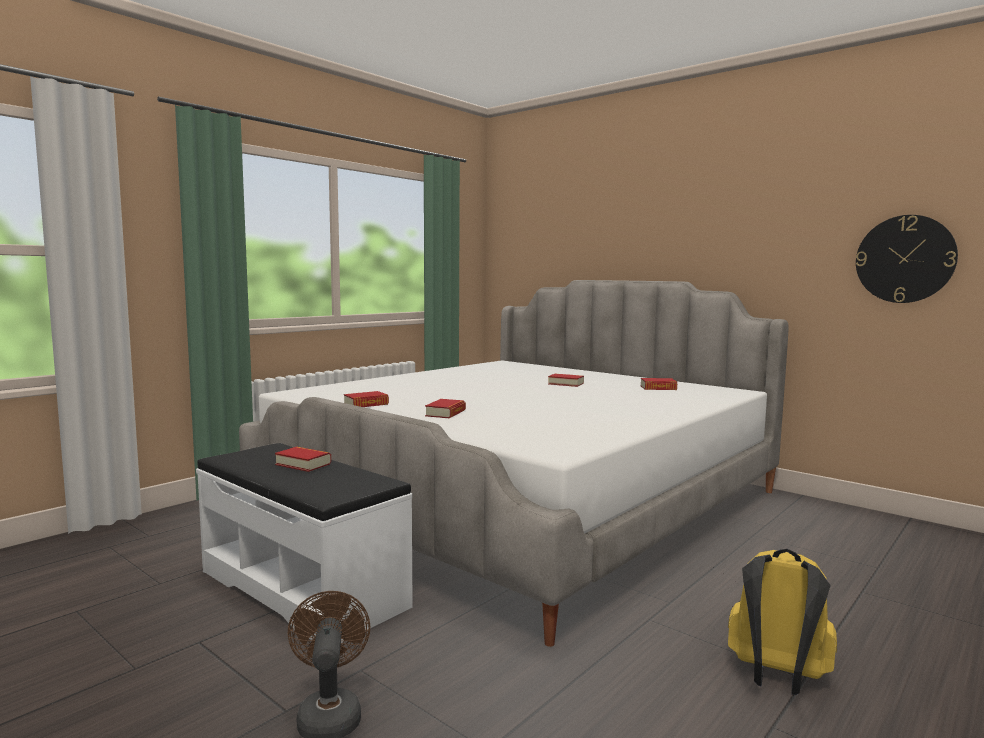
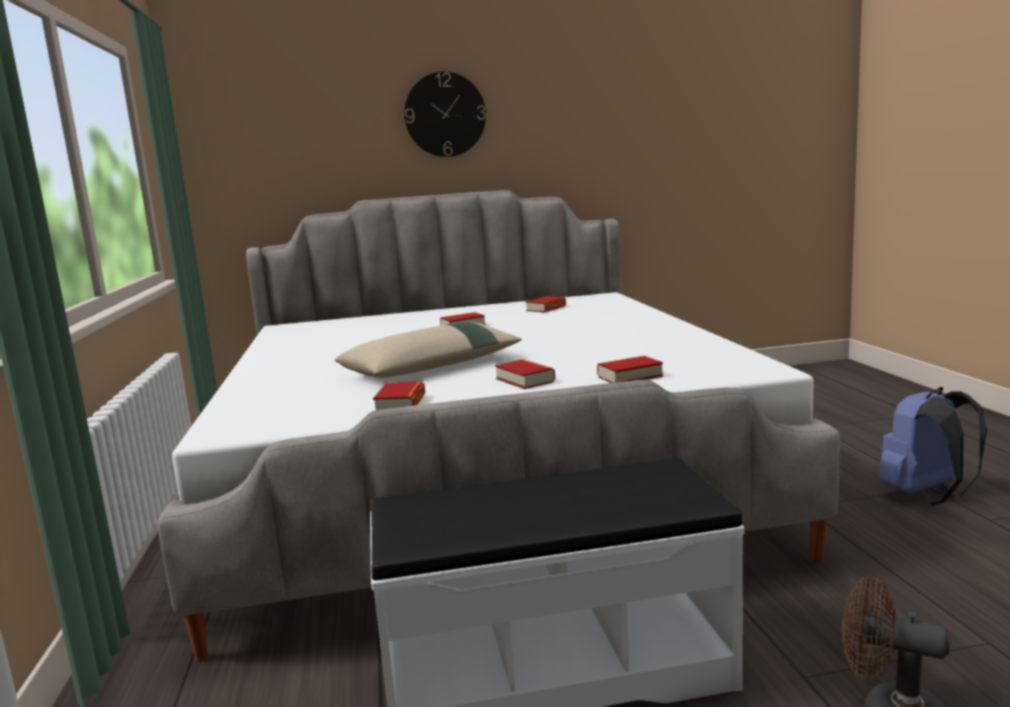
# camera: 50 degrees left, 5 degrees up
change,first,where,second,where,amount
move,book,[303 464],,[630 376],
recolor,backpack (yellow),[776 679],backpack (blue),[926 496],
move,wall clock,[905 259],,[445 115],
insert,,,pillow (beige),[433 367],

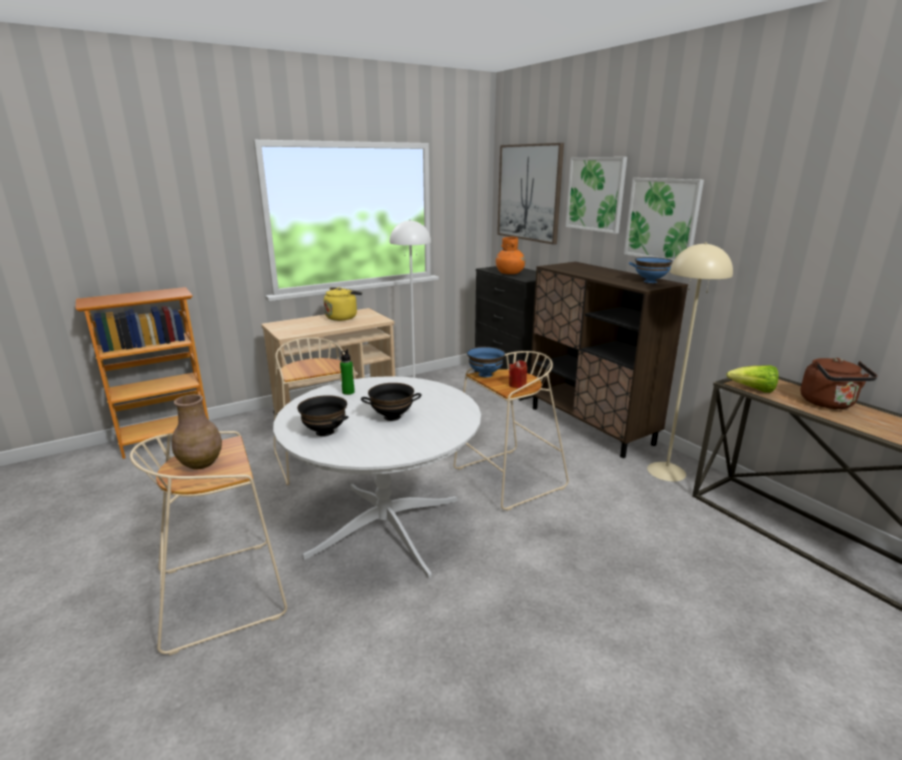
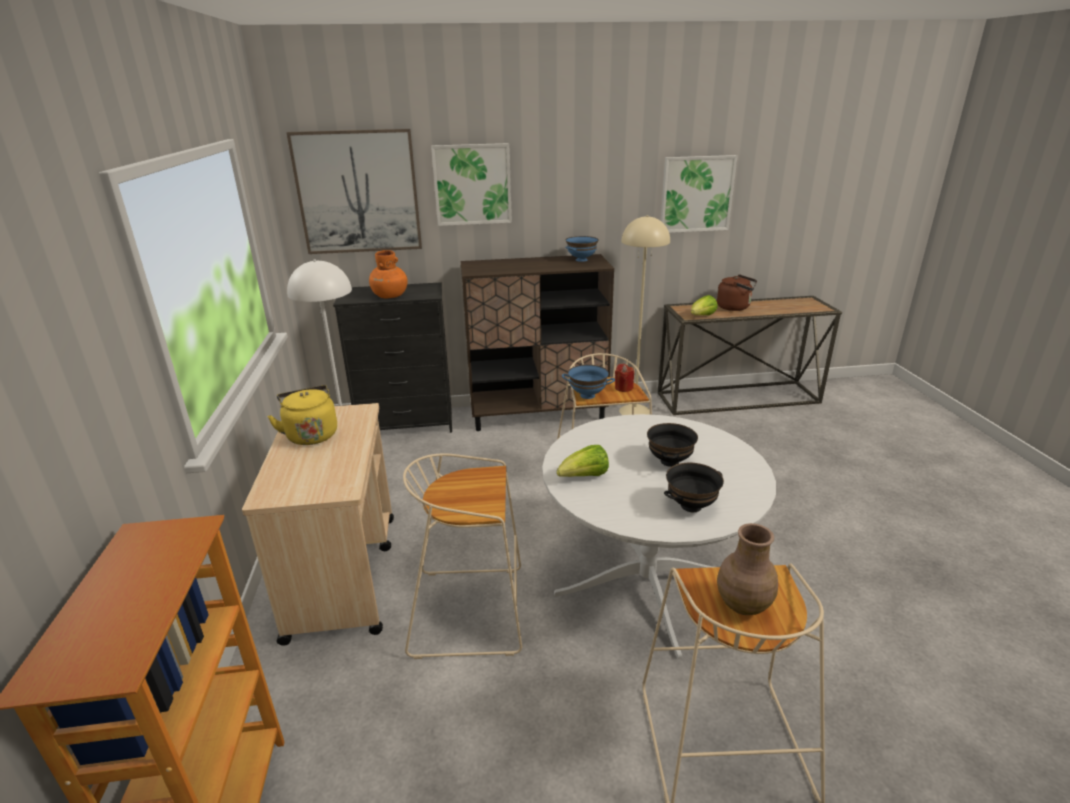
# camera: 65 degrees left, 5 degrees up
change,first,where,second,where,amount
replace,bottle (green),[348 392],lettuce,[584 477],
move,picture,[662 219],,[696 194],

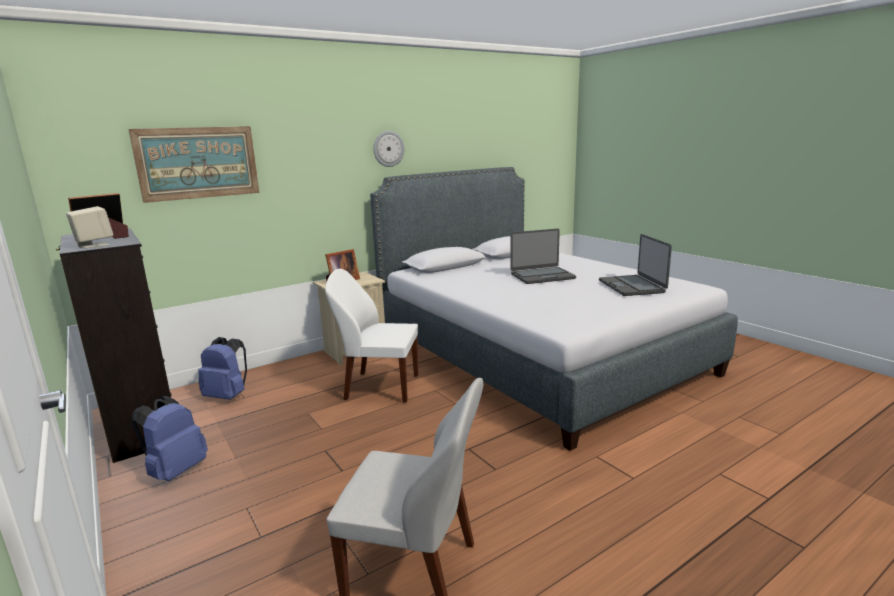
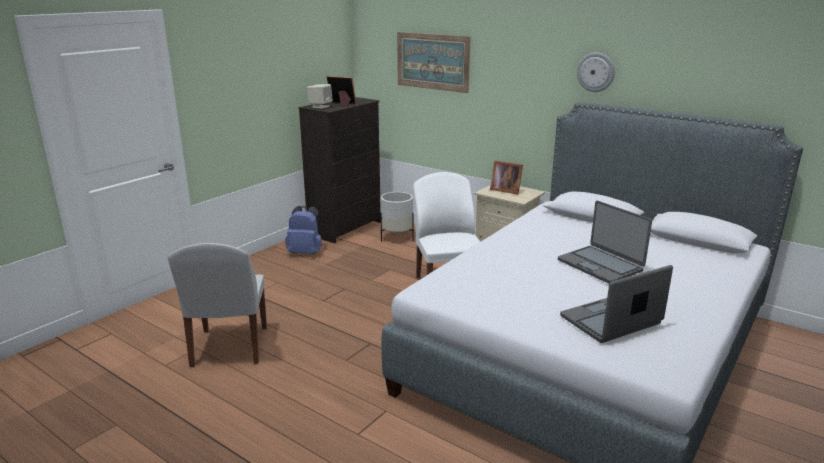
# camera: 70 degrees right, 5 degrees up
change,first,where,second,where,amount
replace,backpack (blue),[228 396],planter (white),[397 237],

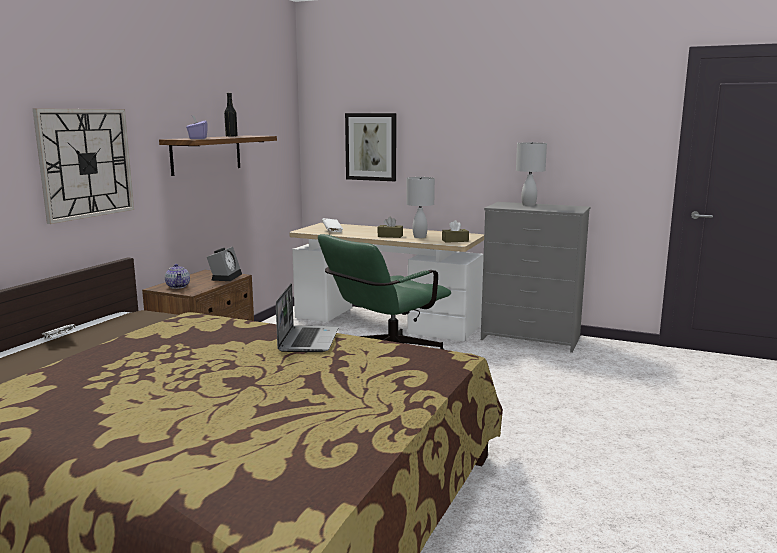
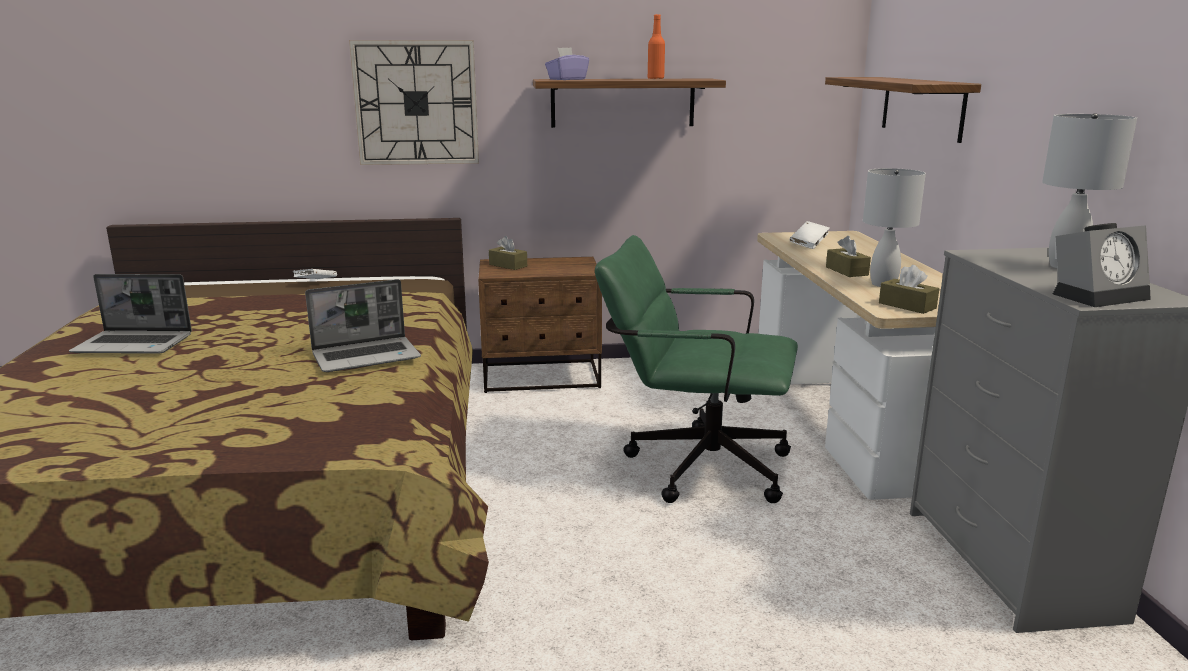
# camera: 60 degrees right, 5 degrees up
change,first,where,second,where,amount
replace,teapot,[178 286],tissue box (brown),[508 265],
move,alarm clock,[225 276],,[1098 295],
recolor,bottle (black),[231 136],bottle (orange),[655 78],
replace,picture,[371 147],shelf,[922 107],
insert,,,laptop,[135 344],

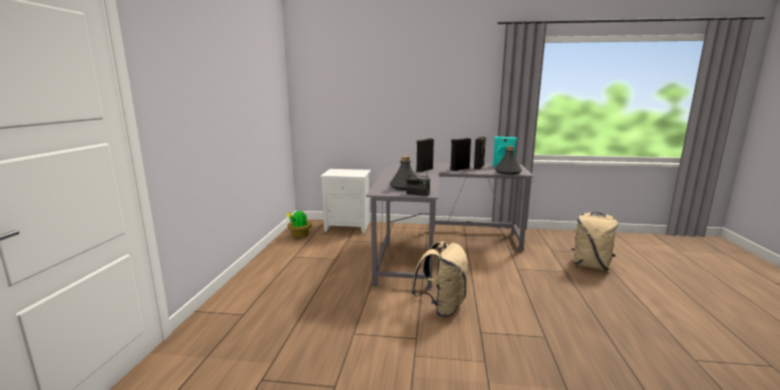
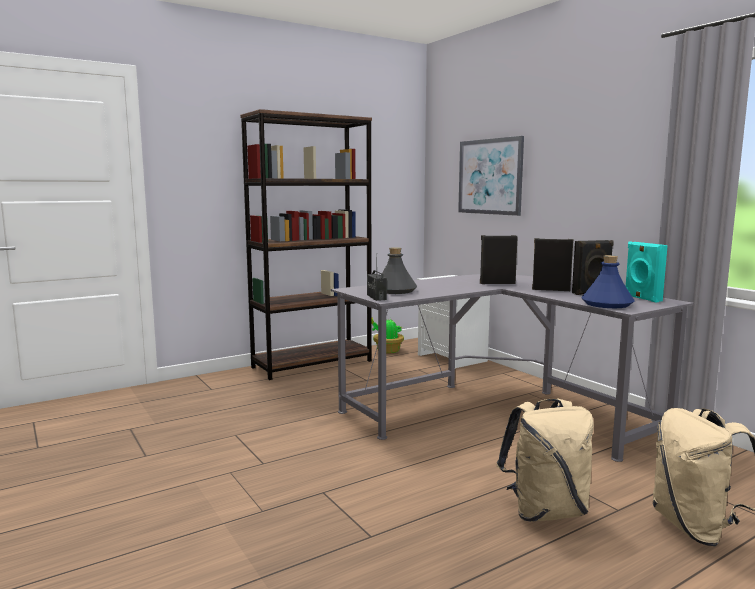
# camera: 50 degrees right, 5 degrees down
change,first,where,second,where,amount
move,backpack (beige),[442 307],,[545 511],
recolor,bottle (grey),[508 172],bottle (blue),[607 304],
insert,,,bookcase (brown),[312 364],
insert,,,picture,[490 176],

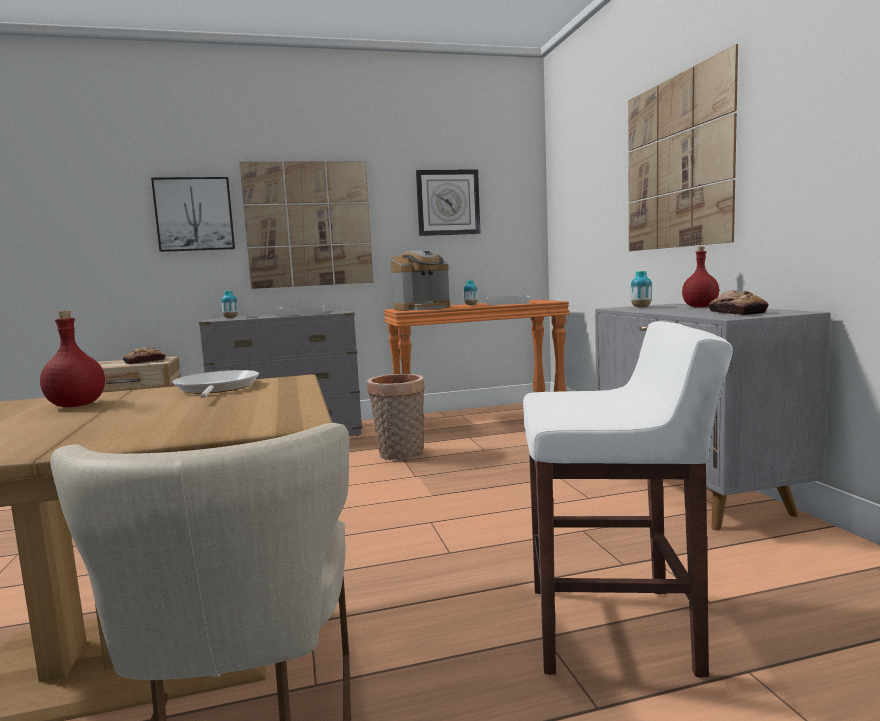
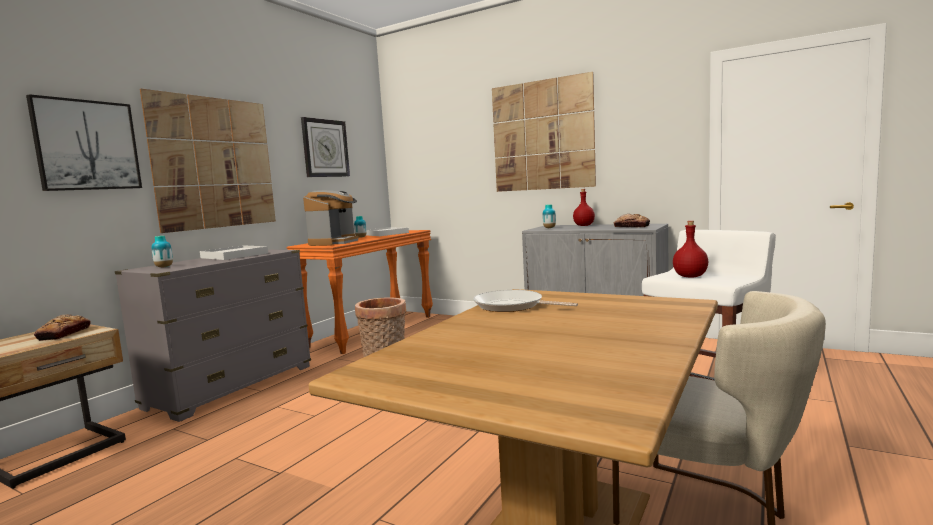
# camera: 45 degrees left, 0 degrees up
change,first,where,second,where,amount
move,bottle (red),[77 405],,[690 276],

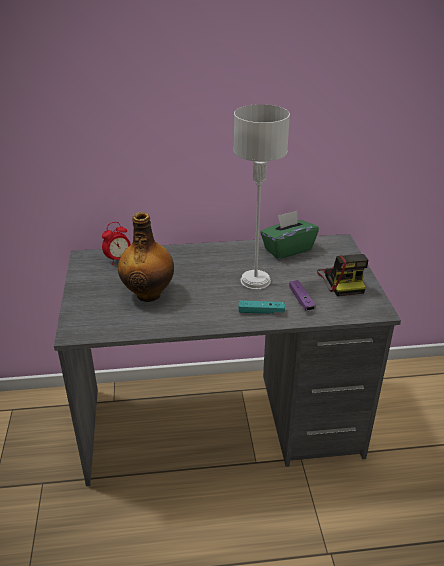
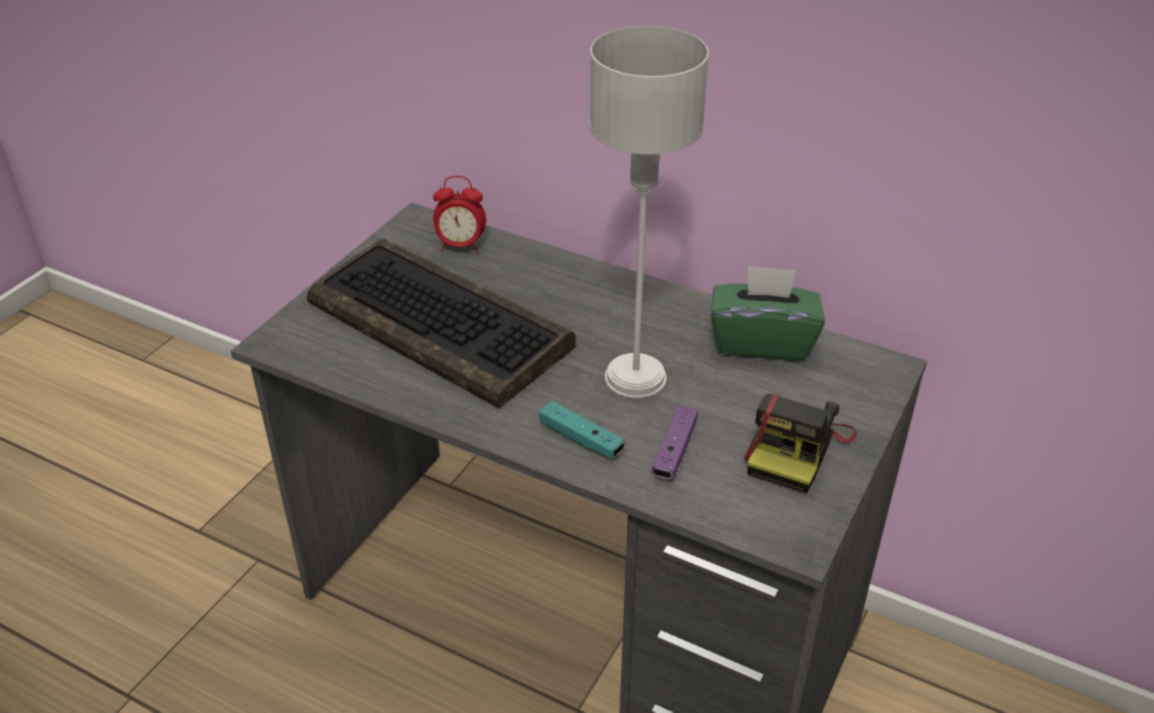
# camera: 35 degrees right, 5 degrees up
change,first,where,second,where,amount
replace,bottle,[149 293],keyboard,[442 325],

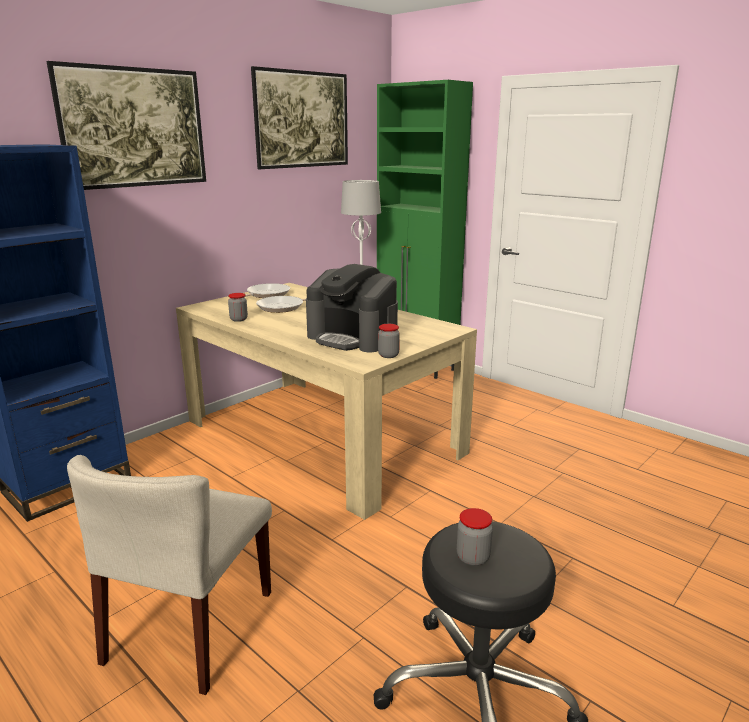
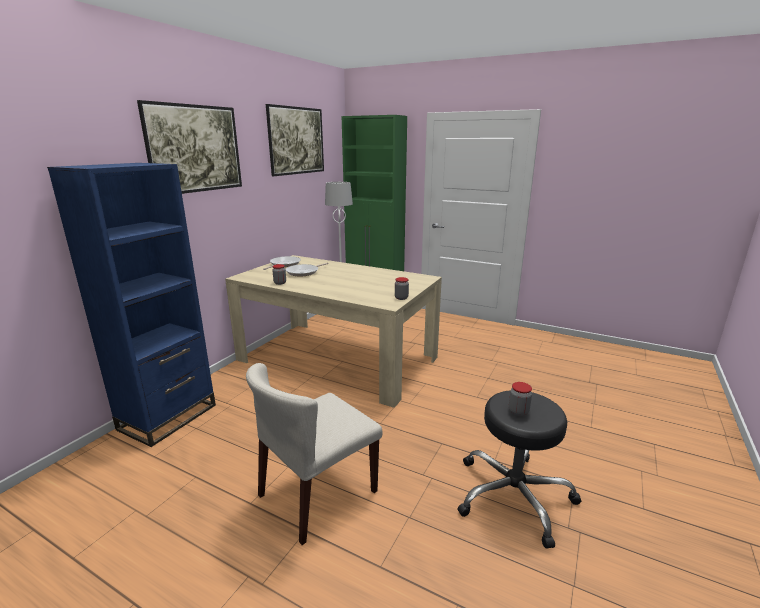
# camera: 15 degrees left, 0 degrees up
change,first,where,second,where,amount
rotate,chair (beige),[191 627],,[317 494],45 degrees clockwise
delete,coffee machine,[353 338],,,

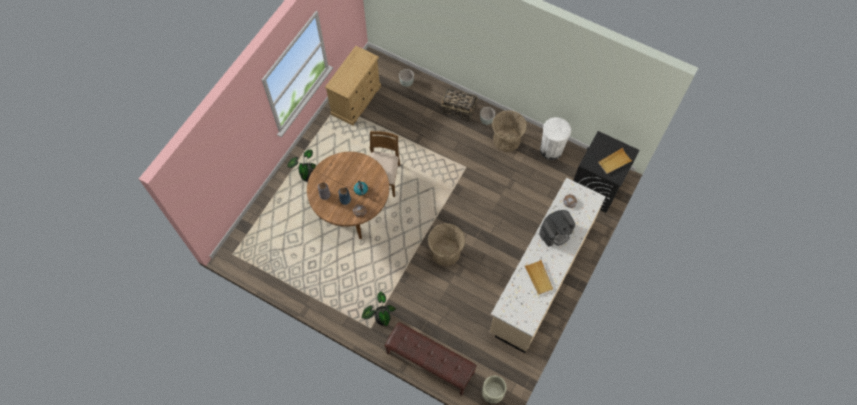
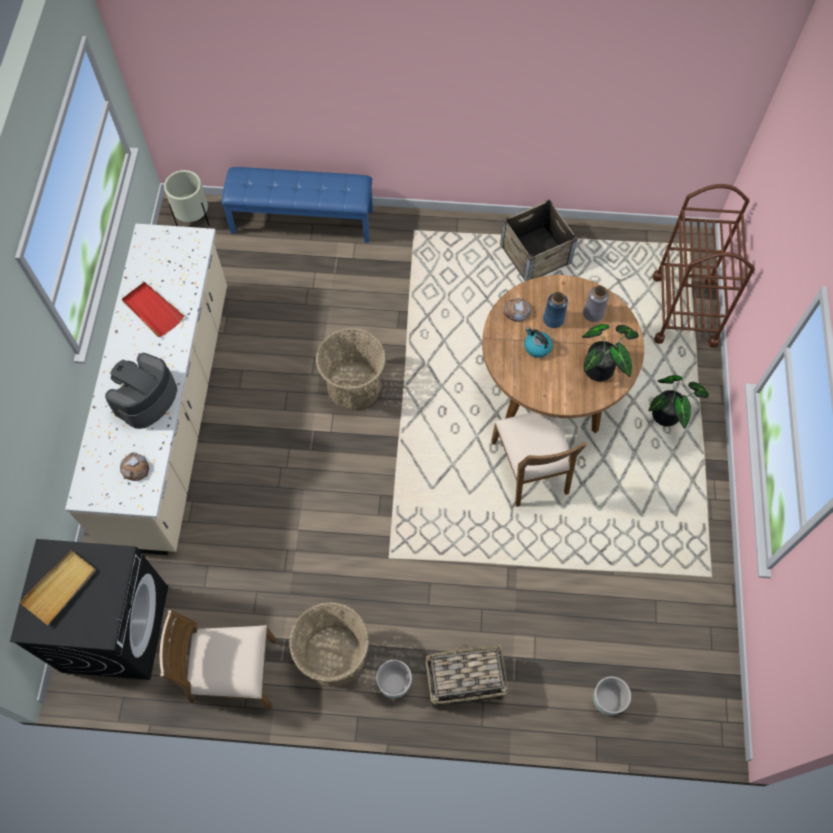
# camera: 155 degrees right, 0 degrees up
change,first,where,second,where,amount
delete,dresser (beige),[356 100],,,
move,potted plant,[381 317],,[602 368],
recolor,bench (brown),[429 363],bench (blue),[302 220],
recolor,tray (beige),[538 278],tray (red),[152 310],
replace,trash can (white),[551 150],chair (brown),[232 672],
insert,,,crate,[536 254],
insert,,,cart (brown),[684 310],

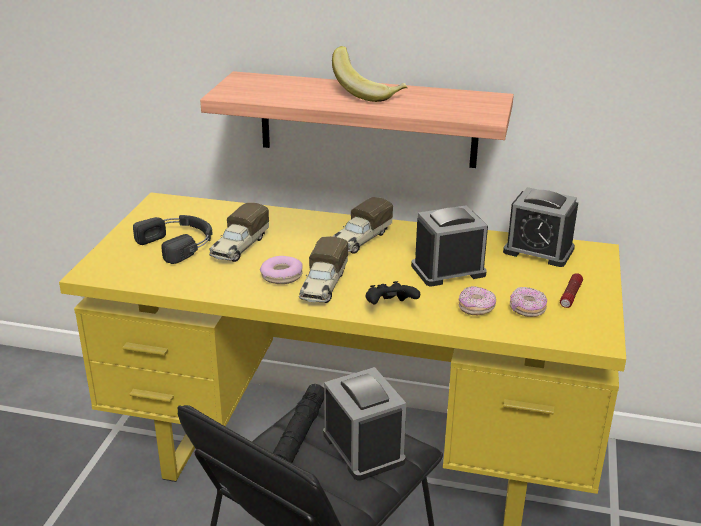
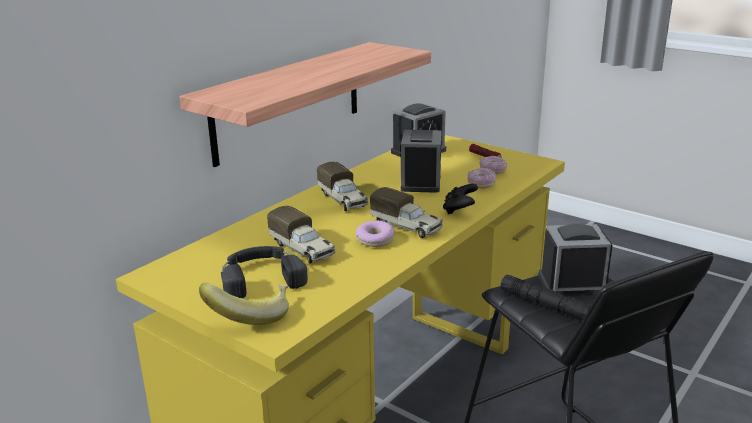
# camera: 65 degrees left, 5 degrees down
change,first,where,second,where,amount
move,banana,[368 93],,[250 315],

